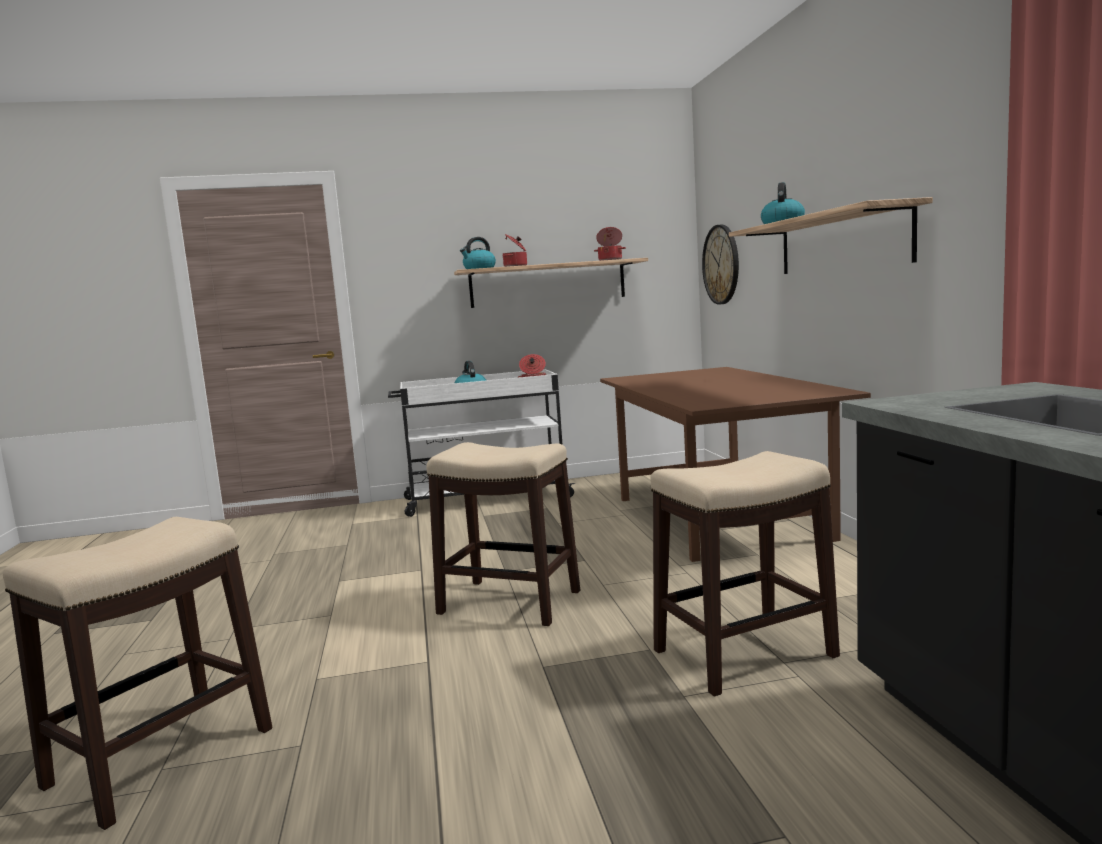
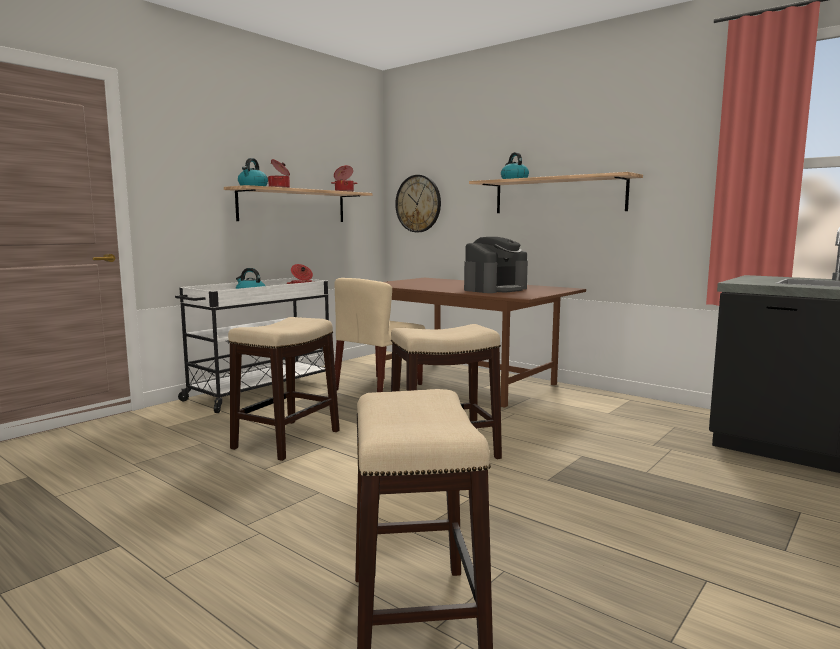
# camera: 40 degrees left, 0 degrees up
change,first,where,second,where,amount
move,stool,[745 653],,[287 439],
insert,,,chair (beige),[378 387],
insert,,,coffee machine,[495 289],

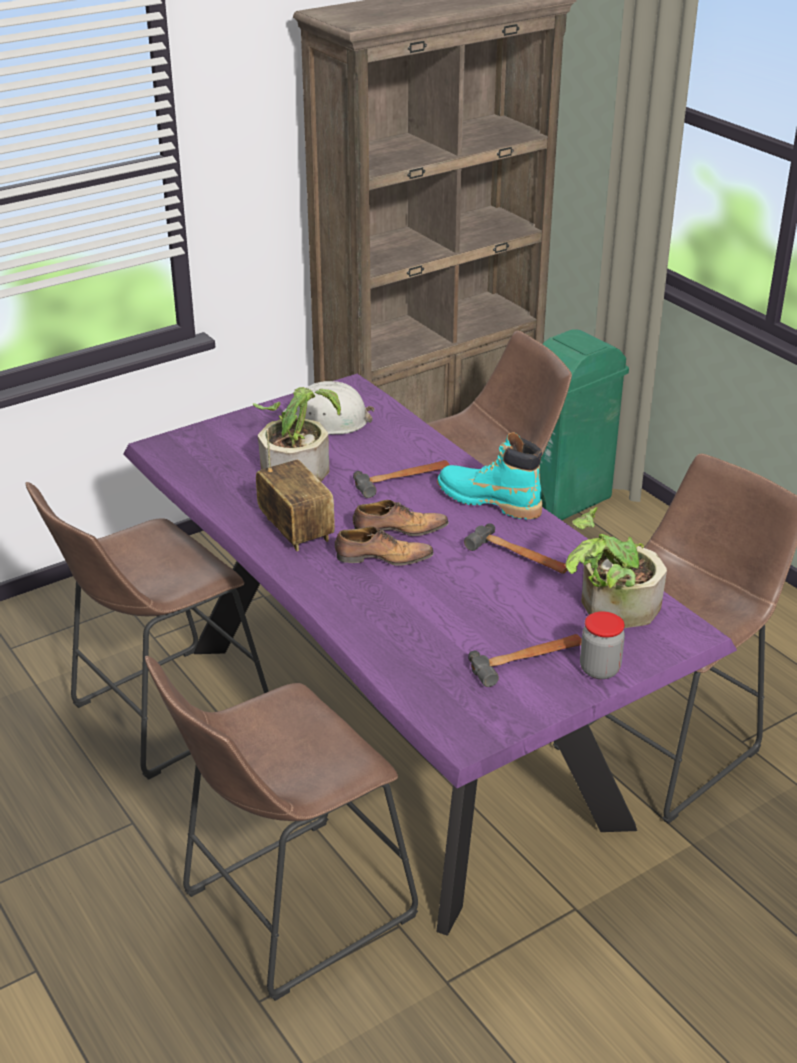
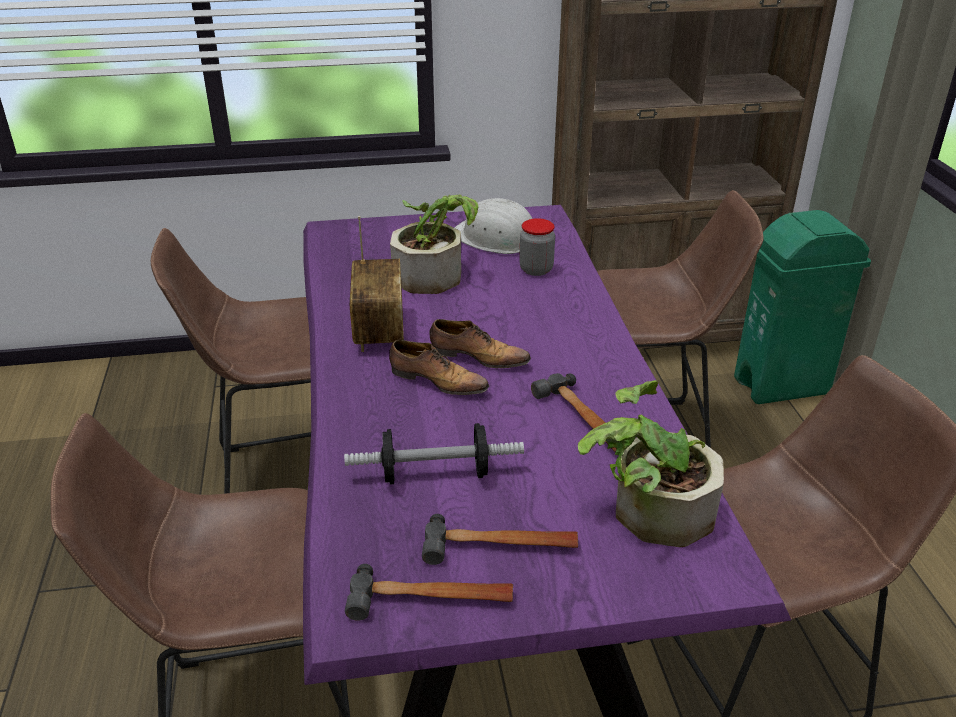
# camera: 25 degrees right, 0 degrees up
change,first,where,second,where,amount
move,hammer,[403 480],,[431 600],
delete,boot (turquoise),[489 501],,,
move,jar,[599 669],,[536 269],
insert,,,dumbbell,[435 474],

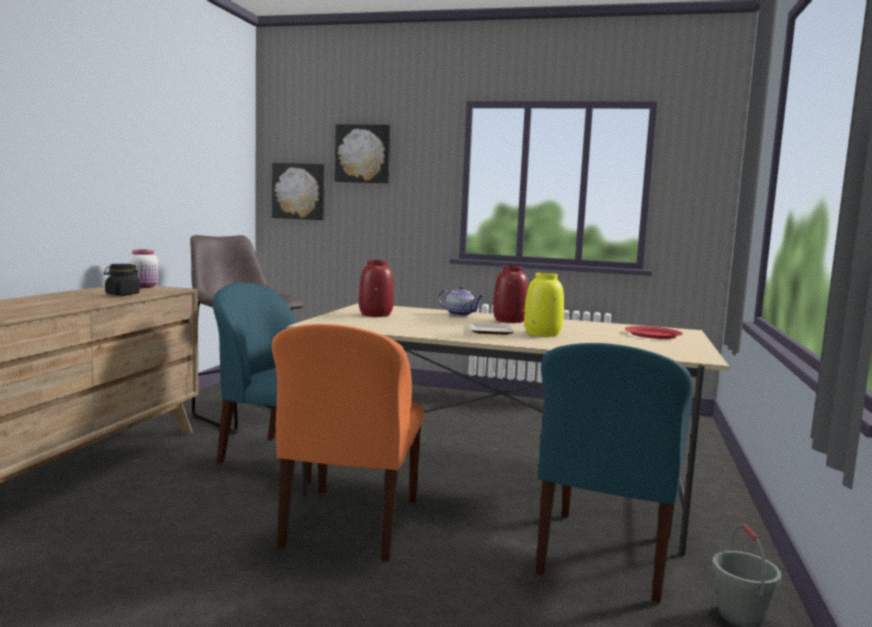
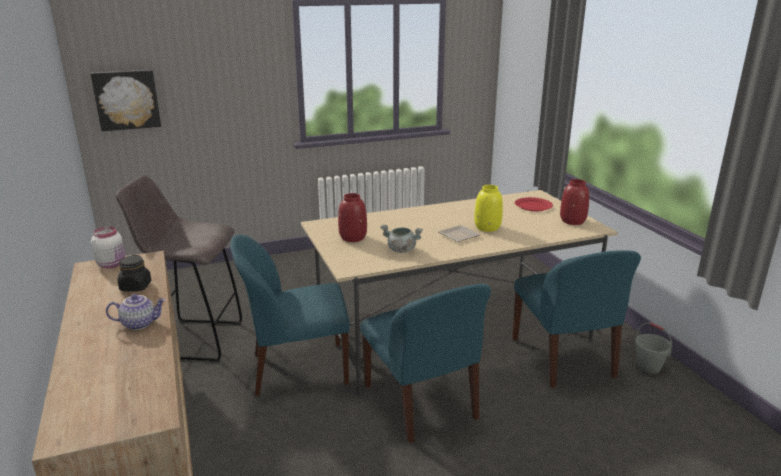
# camera: 35 degrees left, 15 degrees up
change,first,where,second,where,amount
recolor,chair (orange),[350 525],chair (blue),[421 403],
delete,picture,[363 154],,,
move,teapot,[460 314],,[139 323],
move,vase (red),[509 320],,[572 221],
insert,,,cooking pot (grey),[401 250],

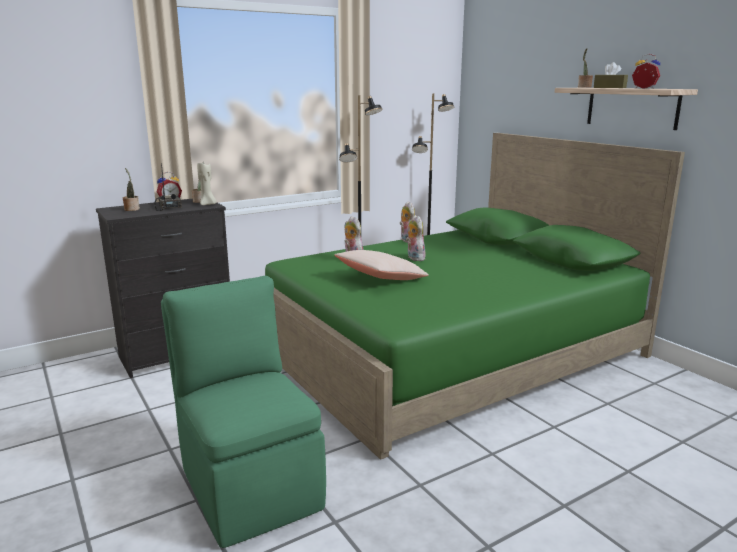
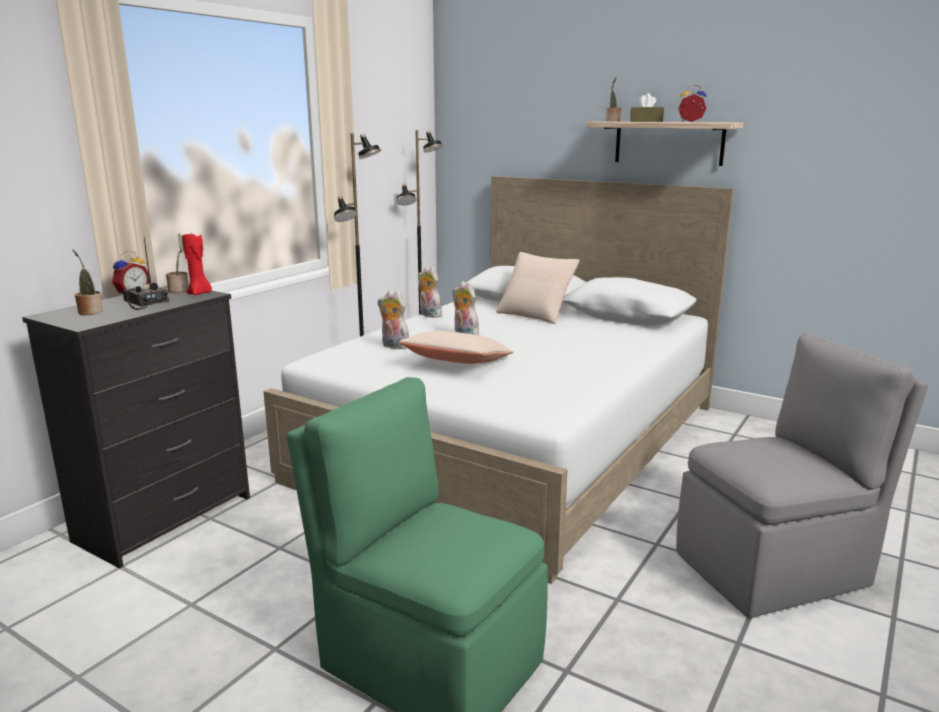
# camera: 25 degrees left, 0 degrees up
change,first,where,second,where,amount
recolor,candle (beige),[207 204],candle (red),[199 293],
recolor,bed (green),[450 351],bed (white),[516 441],
insert,,,pillow (beige),[536 314],
insert,,,chair (grey),[775 568],

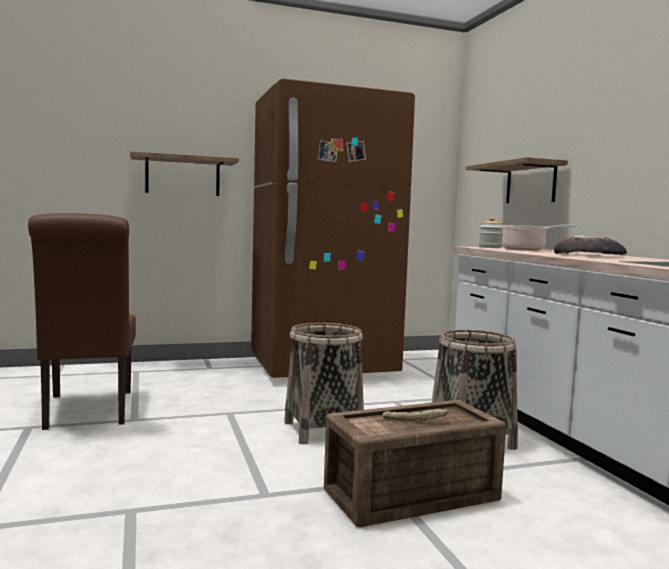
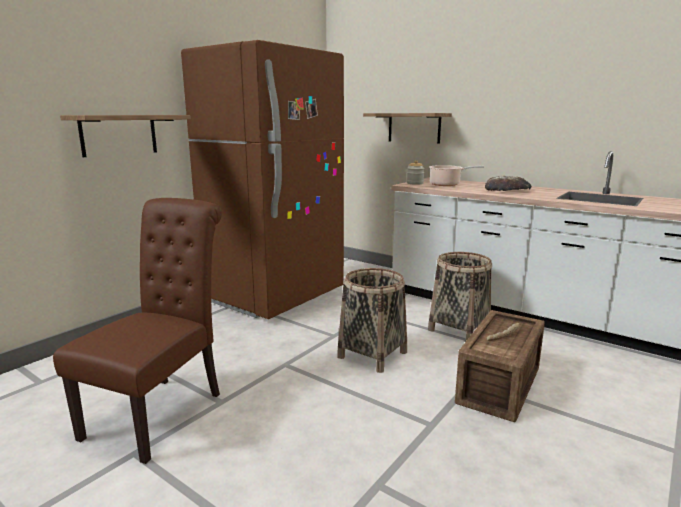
# camera: 35 degrees left, 10 degrees up
change,first,where,second,where,amount
rotate,chair (brown),[87 411],,[161 411],105 degrees counterclockwise

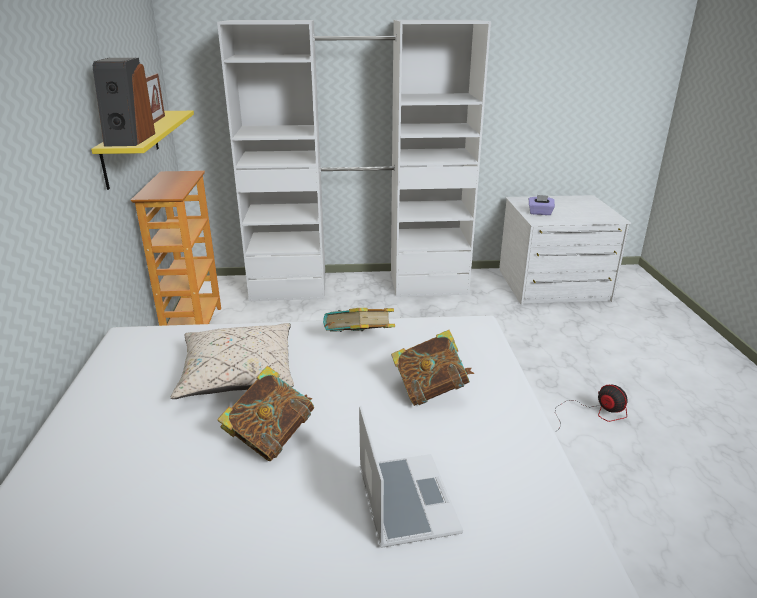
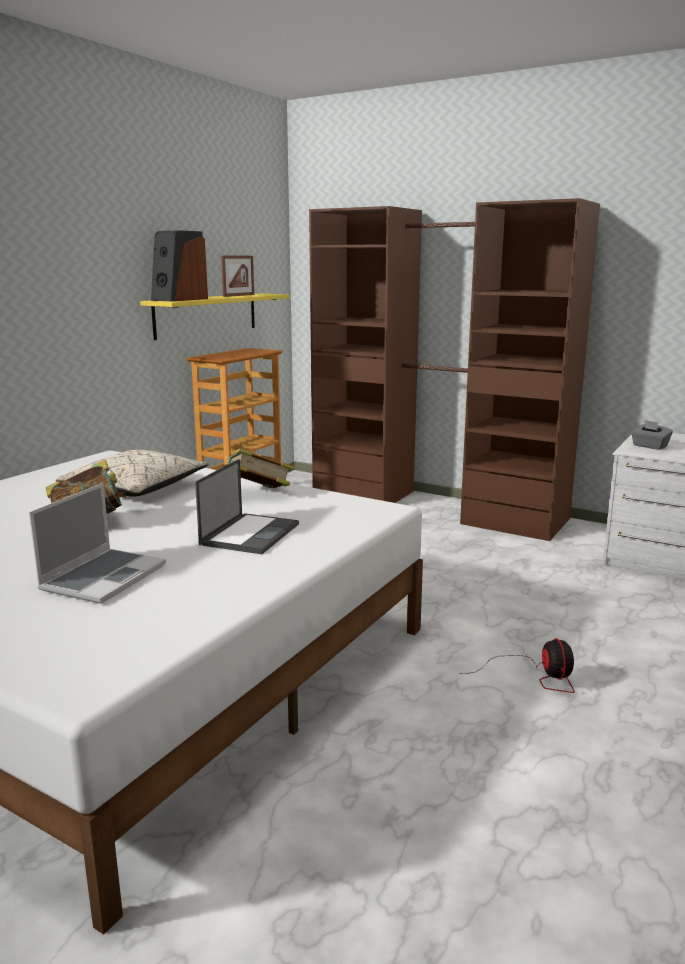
# camera: 35 degrees right, 10 degrees down
change,first,where,second,where,amount
recolor,wardrobe (white),[360 284],wardrobe (brown),[436 507],
replace,book,[431 391],laptop,[250 533],
recolor,tissue box (purple),[540 213],tissue box (grey),[649 446],

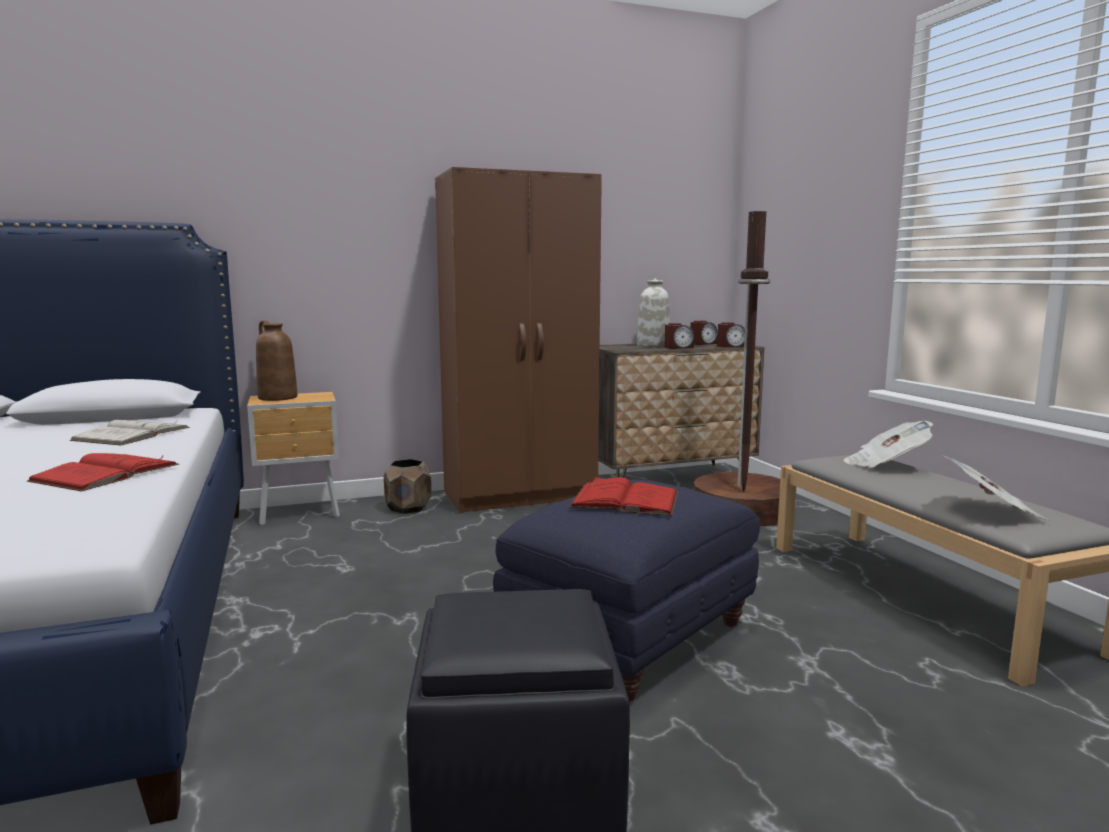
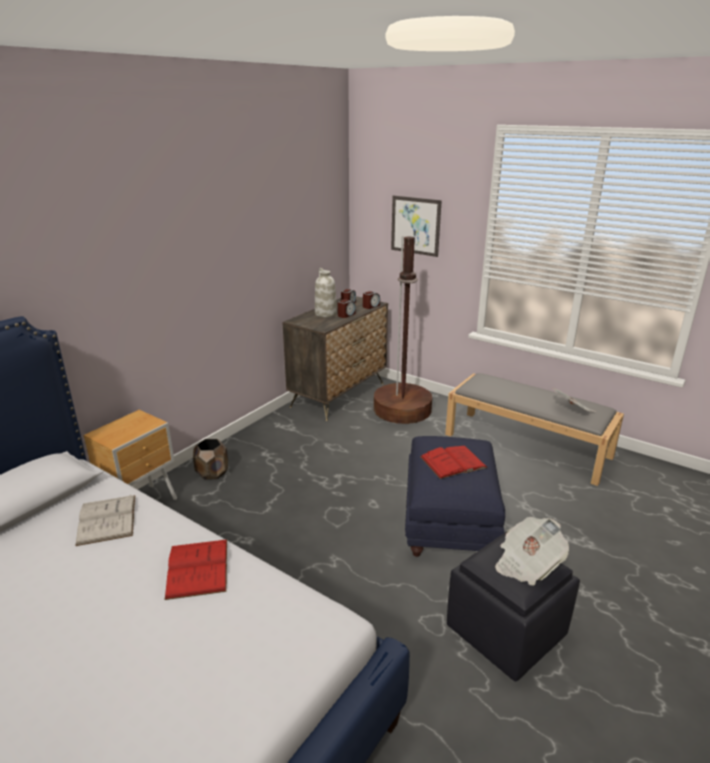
# camera: 35 degrees left, 15 degrees up
change,first,where,second,where,amount
delete,vase (brown),[277 397],,,
delete,wardrobe (brown),[521 495],,,
move,newspaper,[886 465],,[527 564],
insert,,,picture,[415 225],

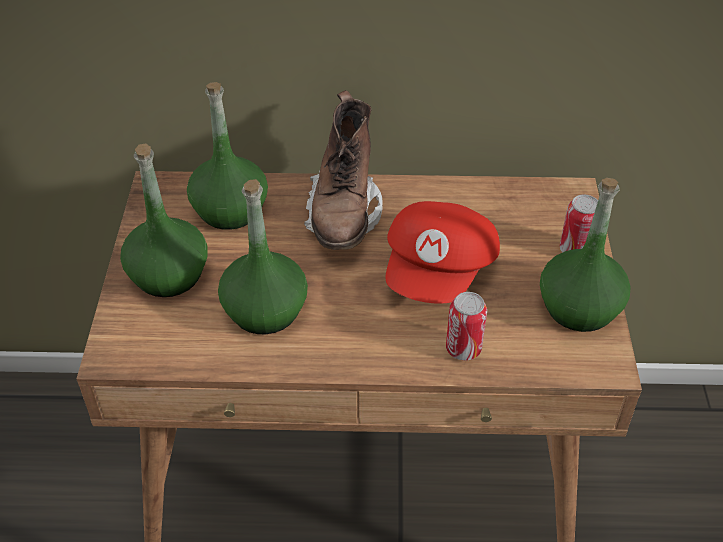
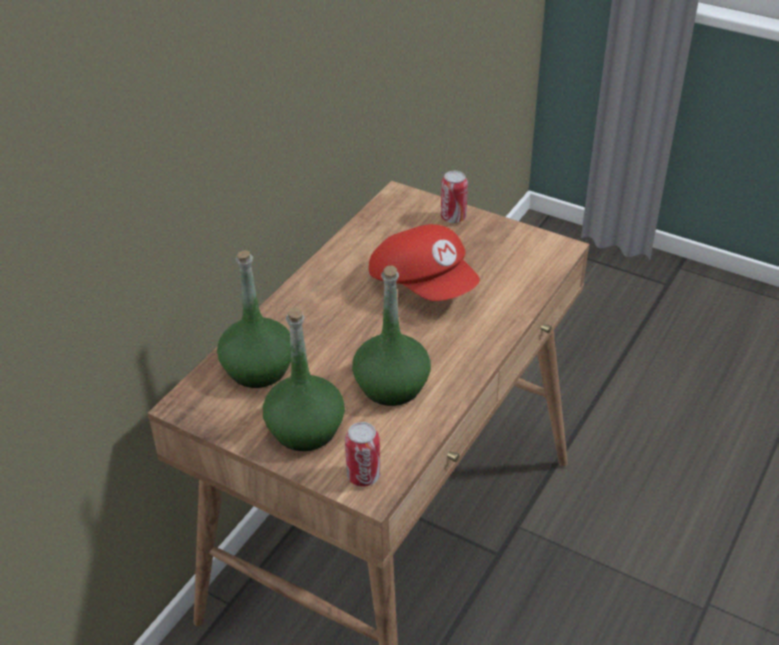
# camera: 60 degrees left, 5 degrees down
change,first,where,second,where,amount
delete,boot (brown),[343 215],,,
move,can,[463 349],,[363 476],
delete,bottle (green),[579 307],,,

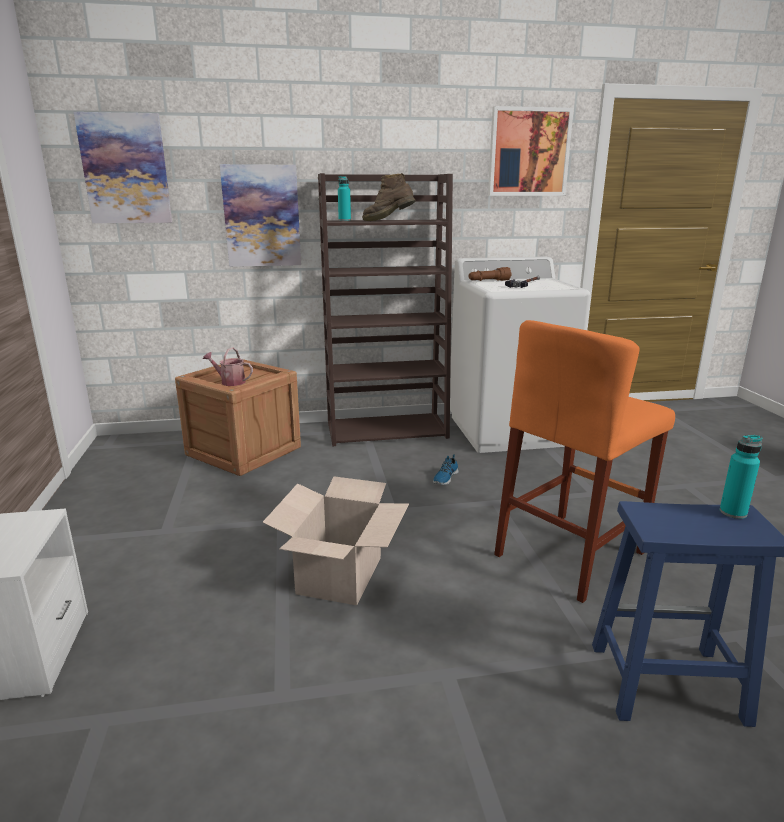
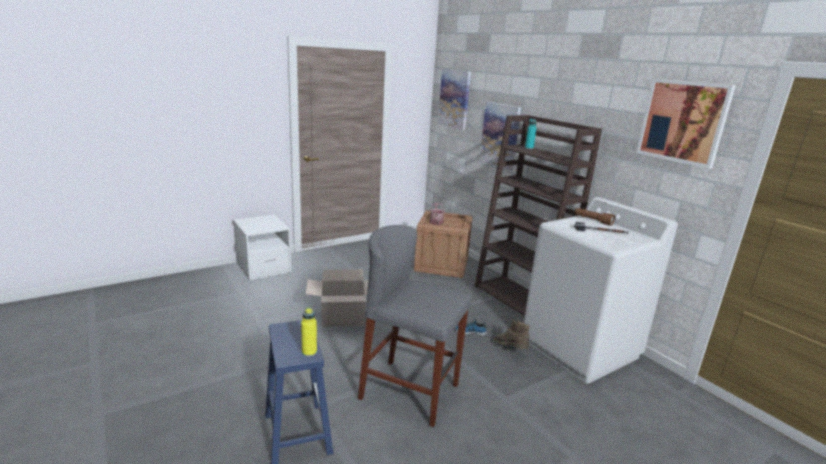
# camera: 65 degrees right, 0 degrees up
change,first,where,second,where,amount
move,boot (brown),[388 221],,[511 350],
recolor,stool (orange),[570 554],stool (grey),[409 391],
recolor,bottle (turquoise),[733 512],bottle (yellow),[309 352],

